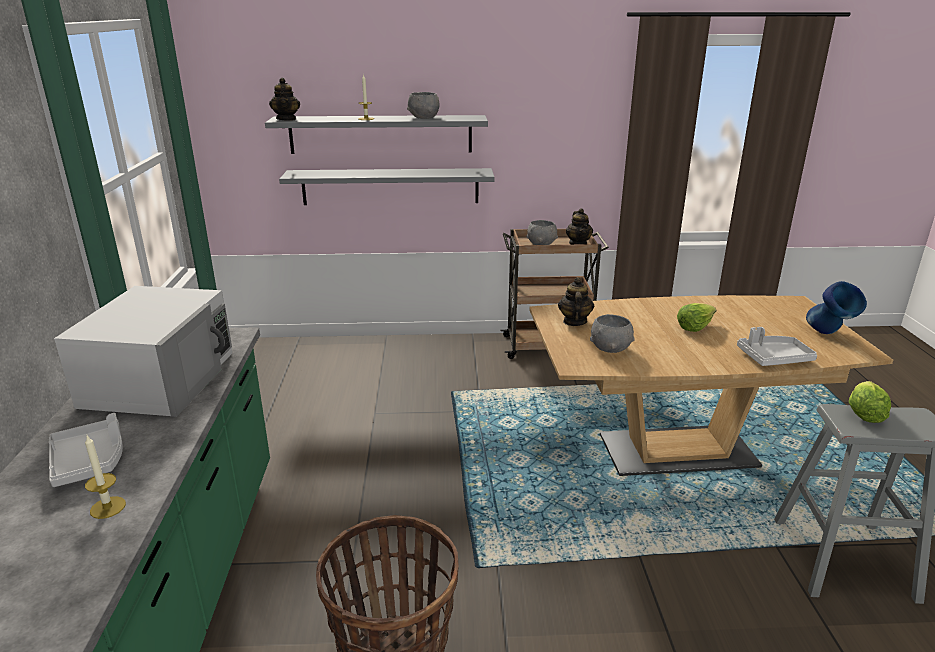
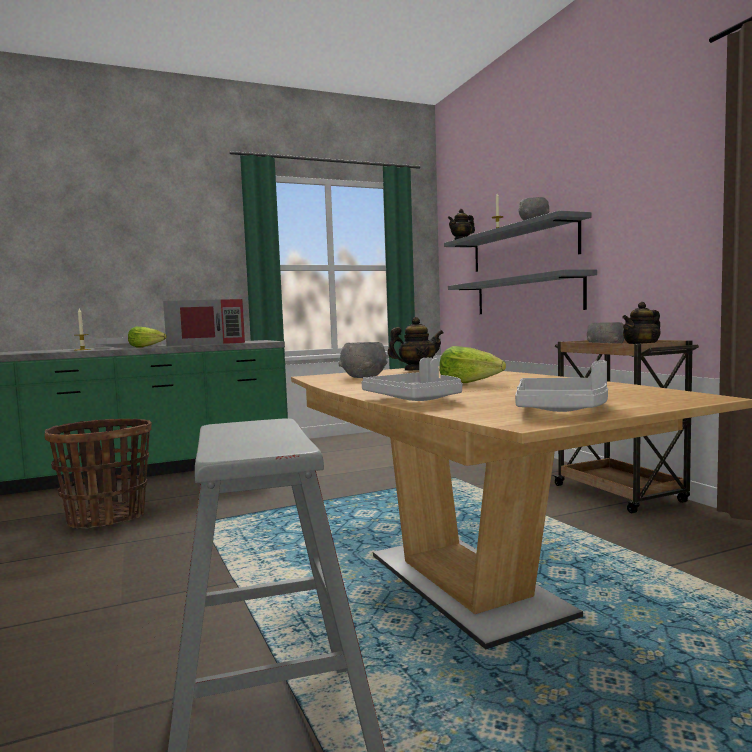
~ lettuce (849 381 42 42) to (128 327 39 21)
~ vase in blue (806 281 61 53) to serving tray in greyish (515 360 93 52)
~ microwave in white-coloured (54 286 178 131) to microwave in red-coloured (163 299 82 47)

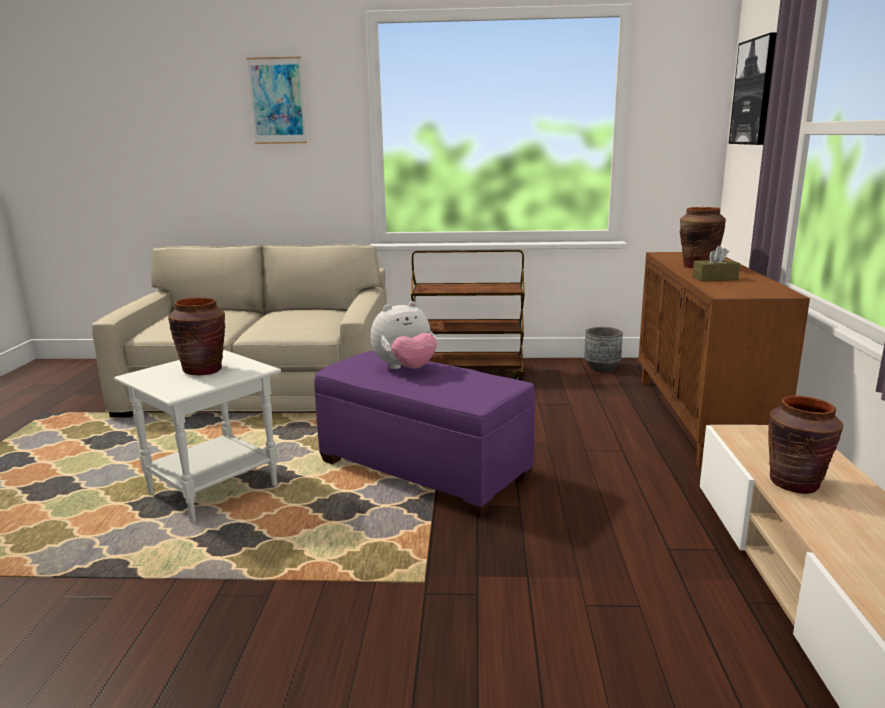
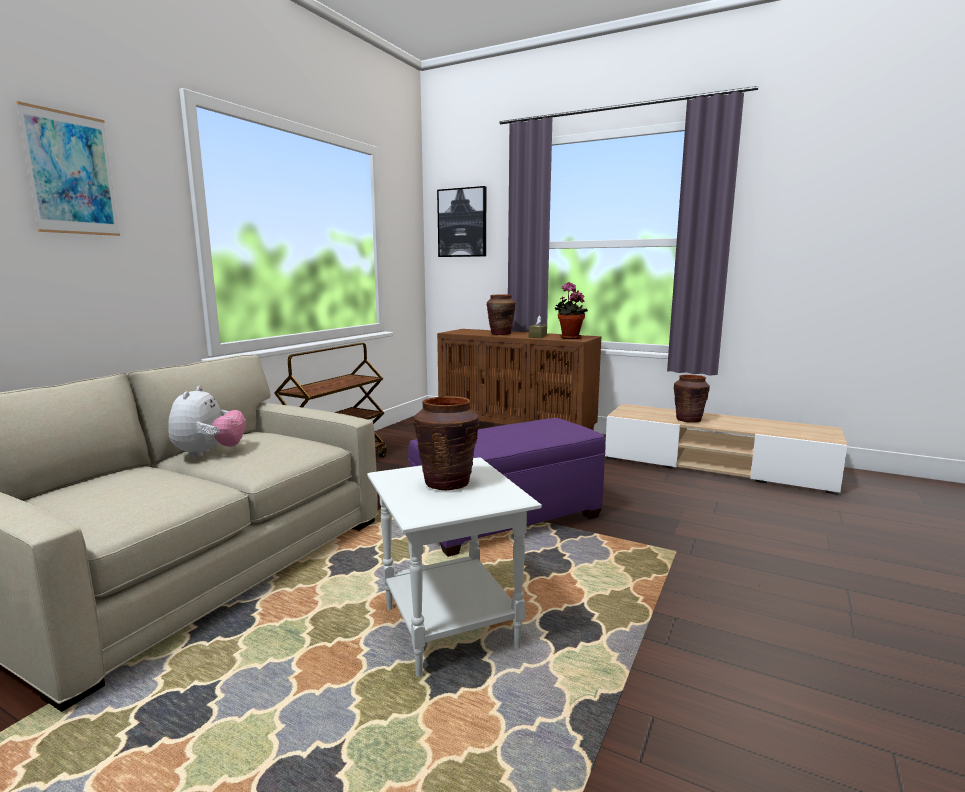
- planter in greyish (584 327 39 45)
+ houseplant (555 282 33 57)
~ soft toy (371 301 66 68) to (168 386 78 72)

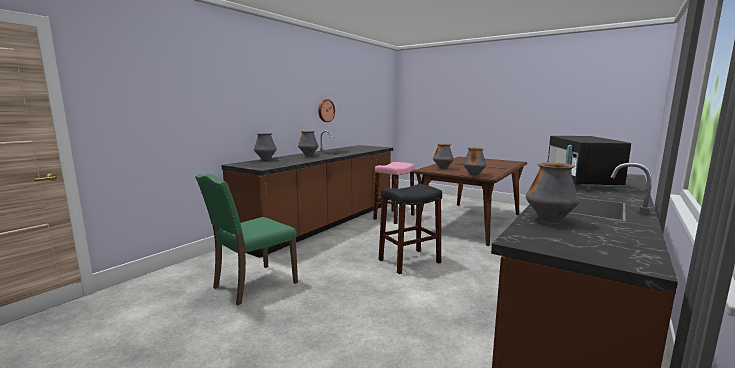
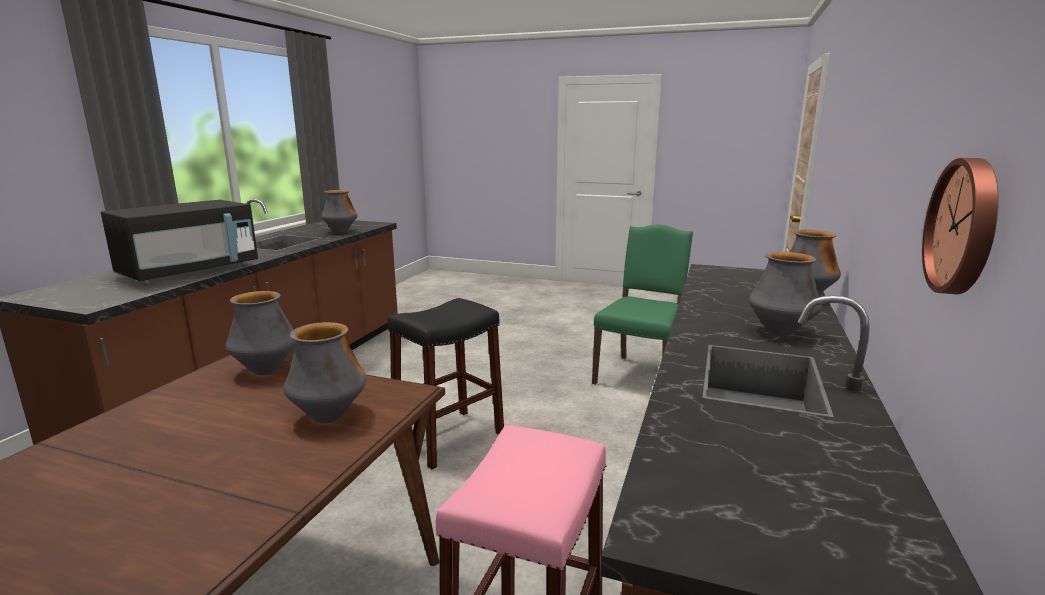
~ microwave in black (548 136 83 54) = (101 200 157 84) 45 degrees clockwise

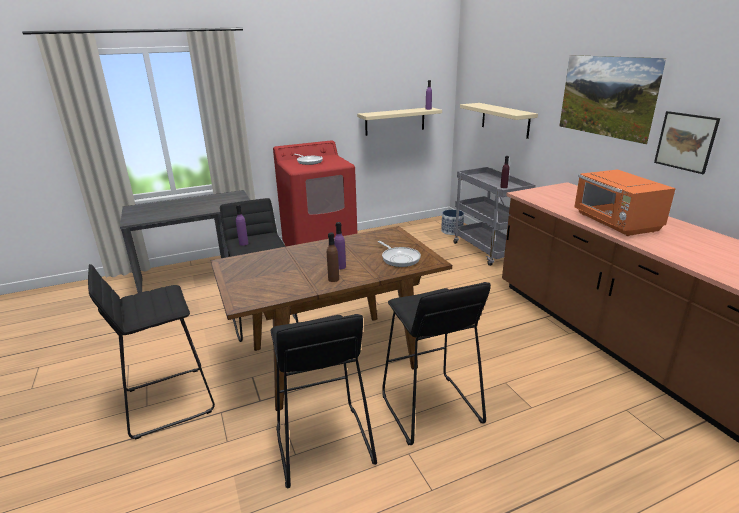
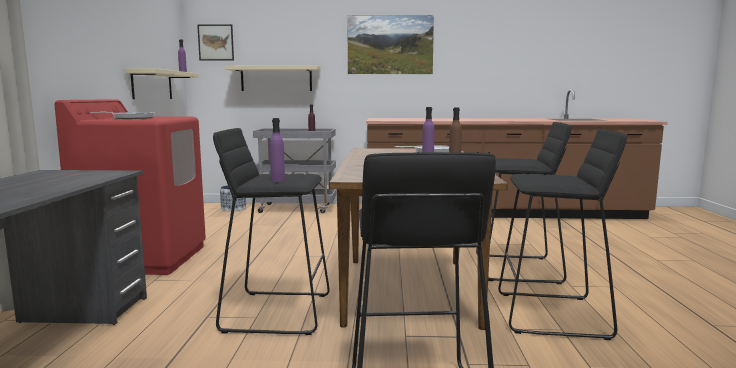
- microwave in orange-coloured (574 169 102 67)
~ picture (654 111 66 63) to (197 24 37 37)

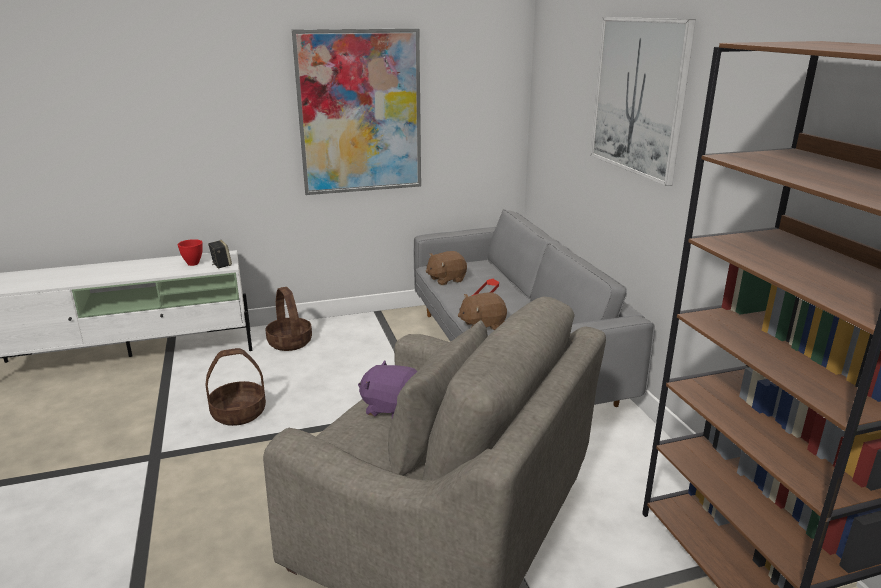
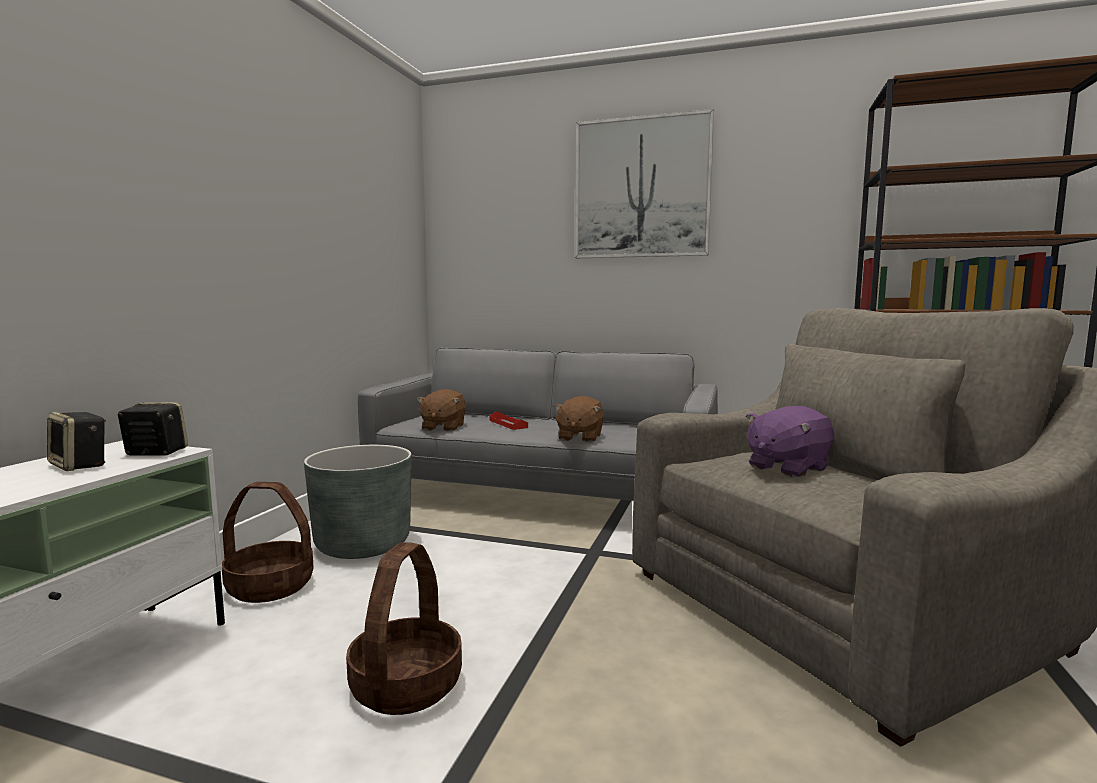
- picture (292 28 129 167)
+ planter in greyish (304 445 108 114)
~ serving bowl in red-coloured (178 239 25 27) to loudspeaker (47 412 59 59)

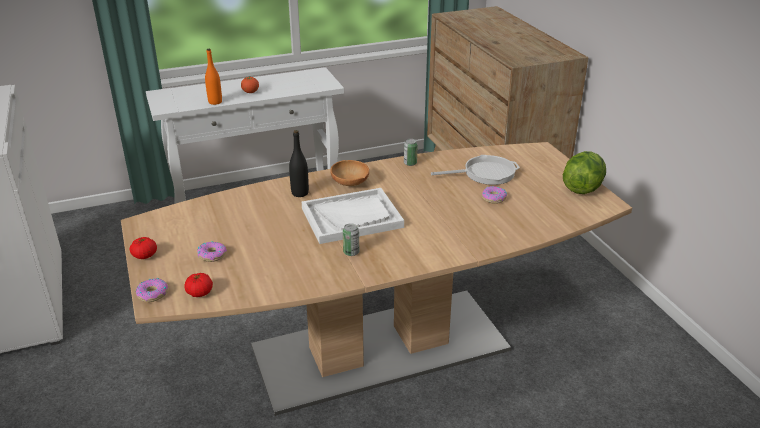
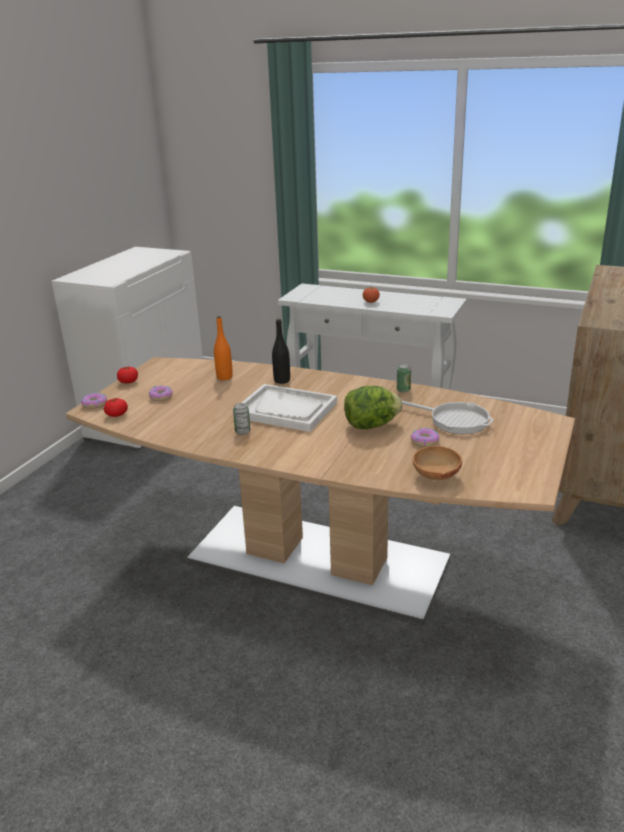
~ drink bottle in orange-coloured (205 49 17 56) to (214 316 19 64)
~ serving bowl in brown (330 160 39 26) to (413 446 49 34)
~ lettuce (563 151 43 43) to (344 386 59 43)

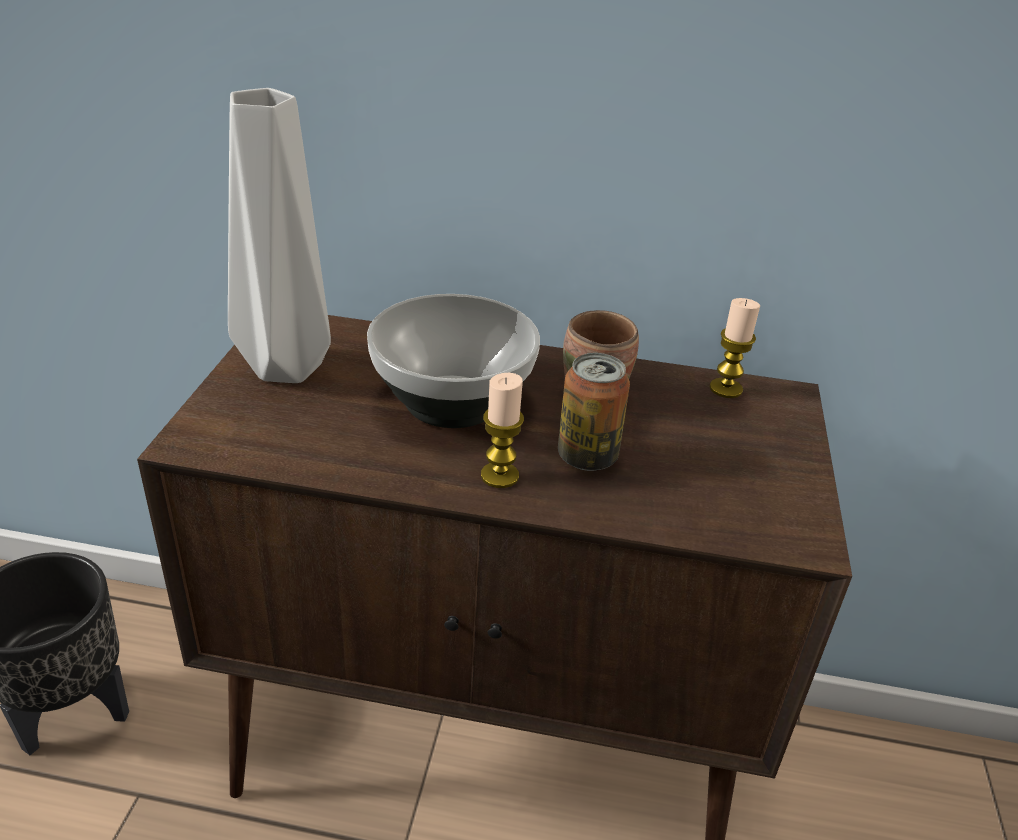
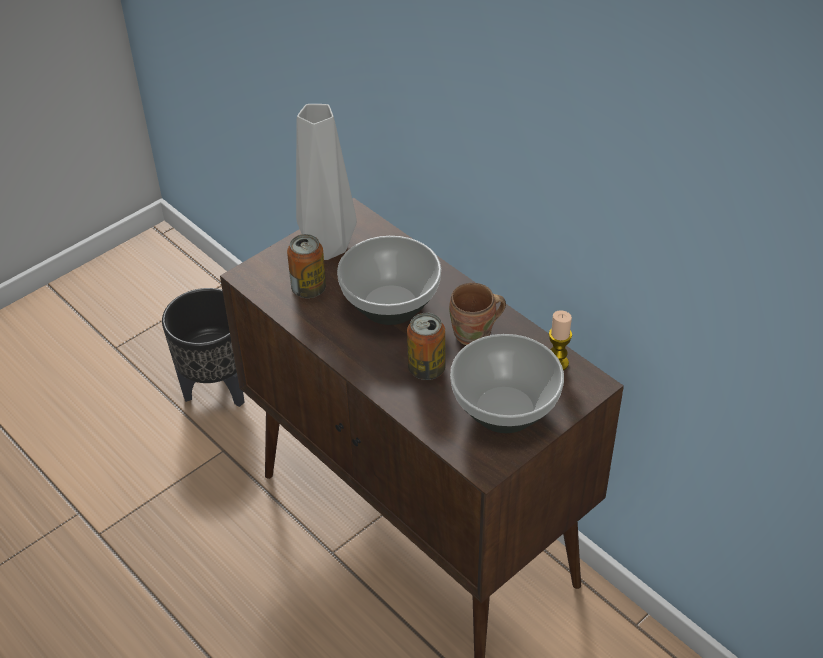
- wax light (481 373 43 115)
+ metal can (287 234 39 64)
+ serving bowl (450 334 114 99)

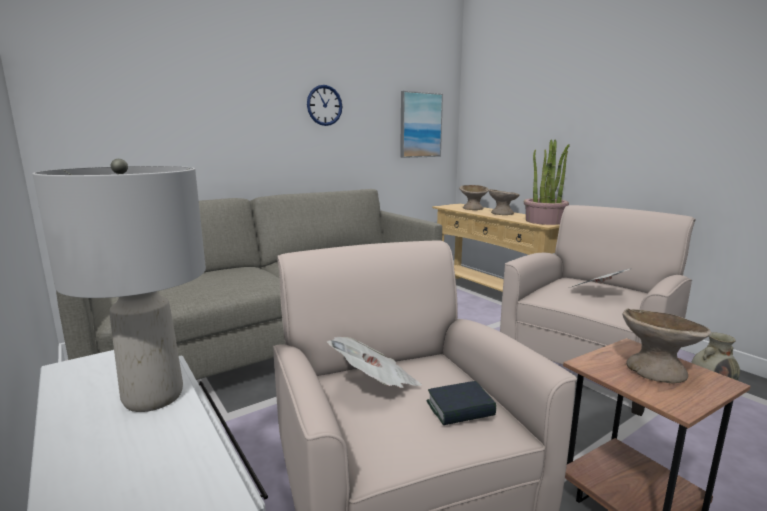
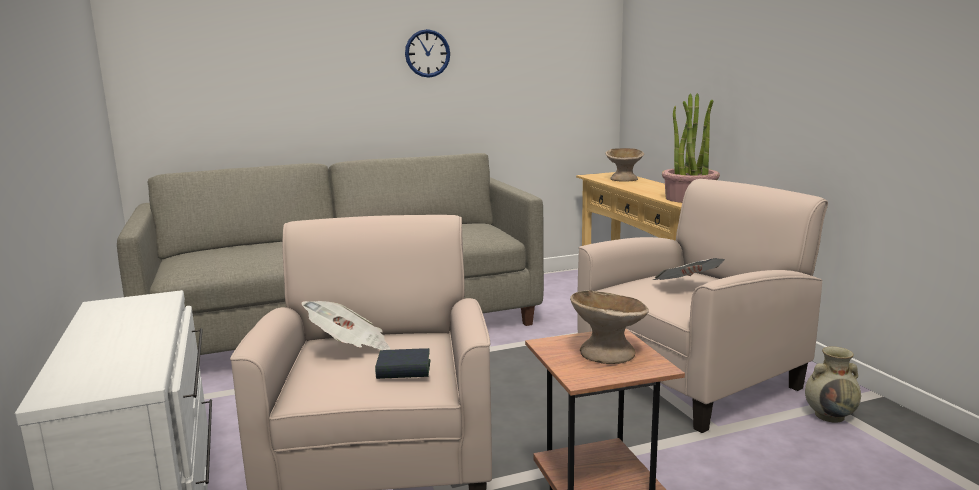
- lamp for a table in greyish (32 159 174 253)
- picture (400 91 43 67)
- serving bowl in beige (488 189 32 26)

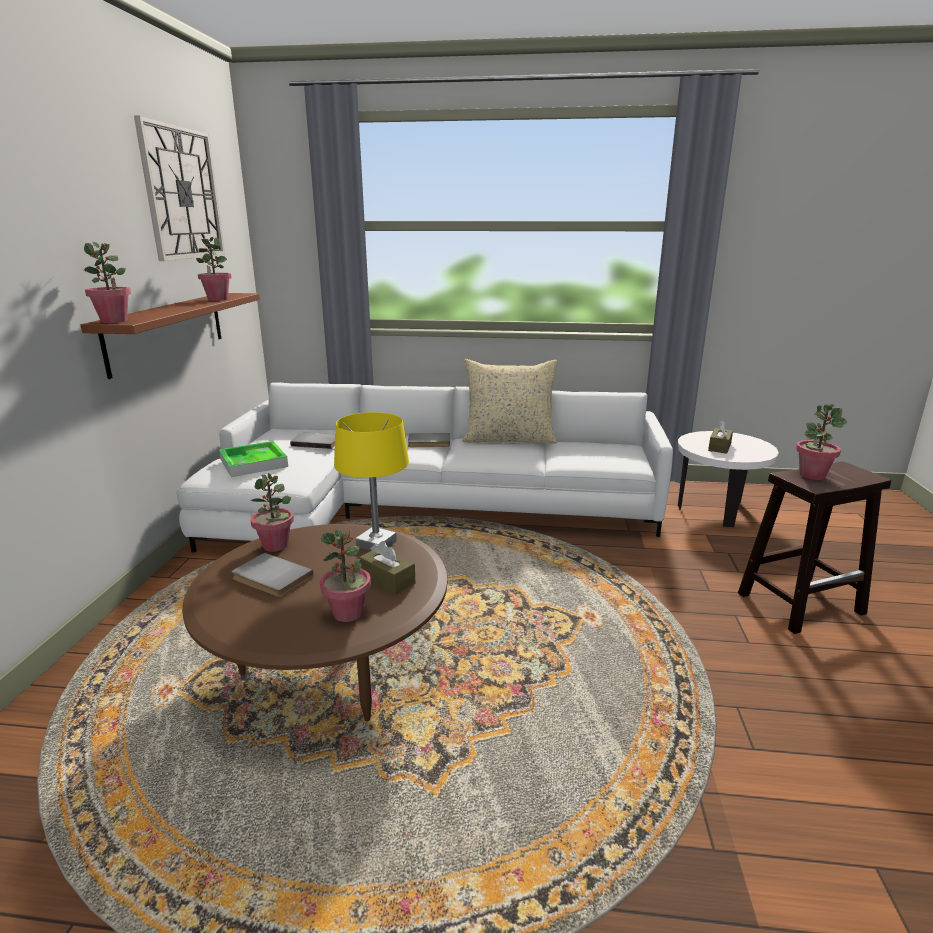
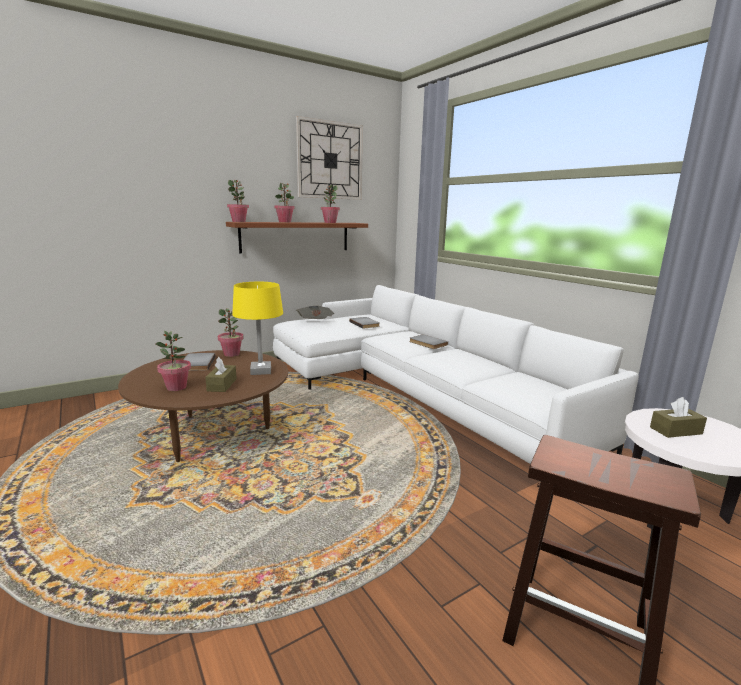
- cushion in beige (462 359 96 84)
~ houseplant (796 404 51 76) to (274 183 21 39)
~ serving tray (219 441 69 36) to newspaper (296 306 38 13)

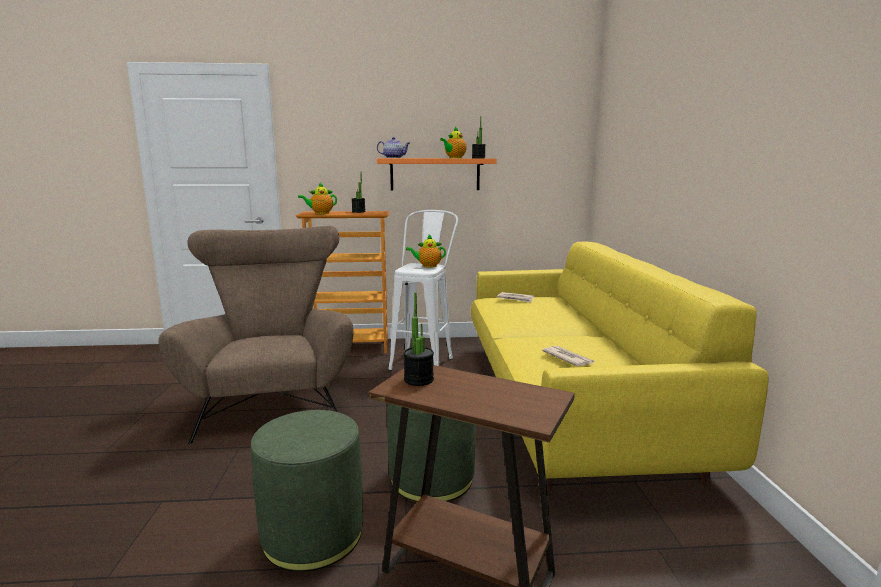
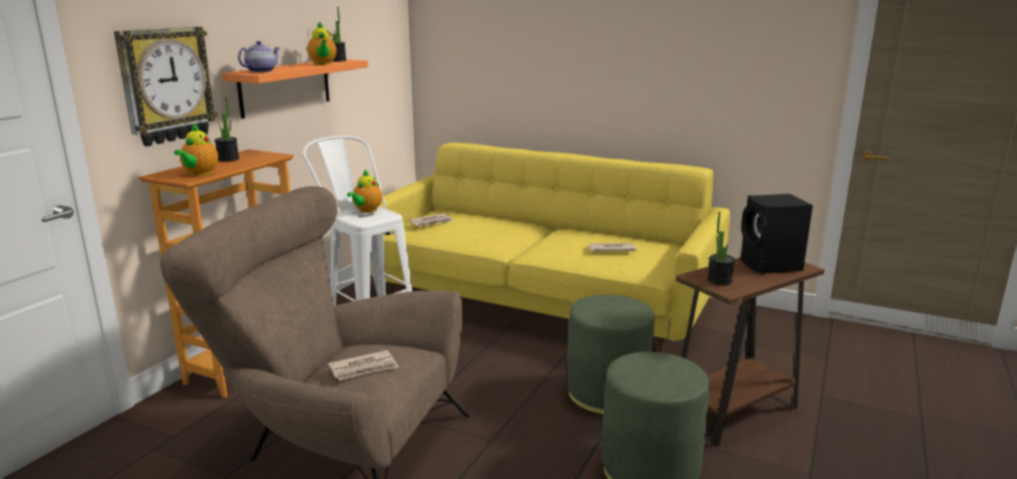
+ hanging clock (114 27 104 120)
+ newspaper (328 350 71 30)
+ loudspeaker in black (741 194 72 80)

